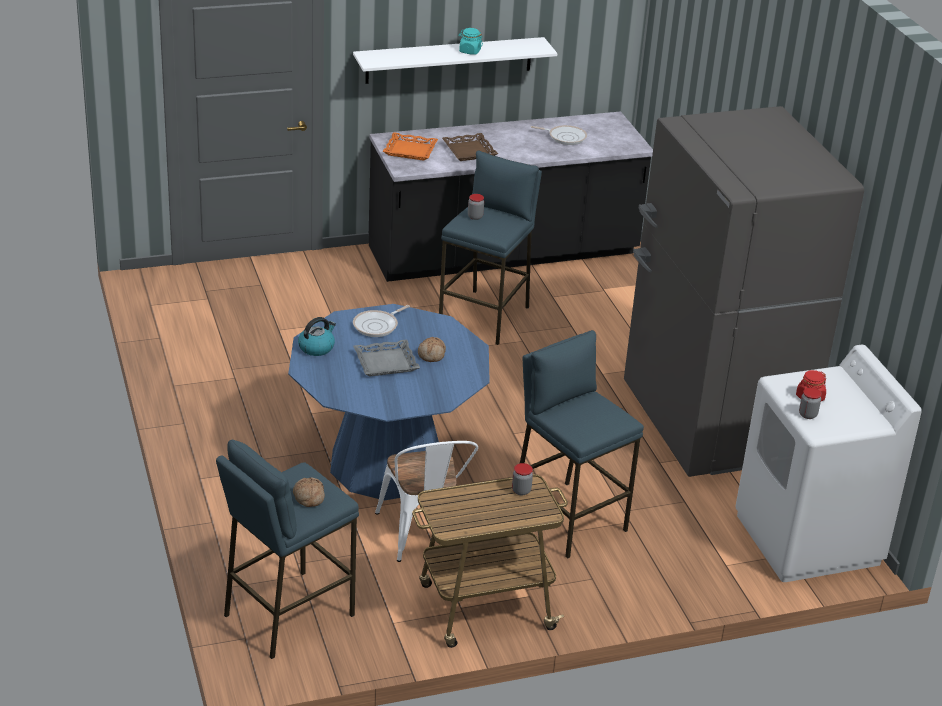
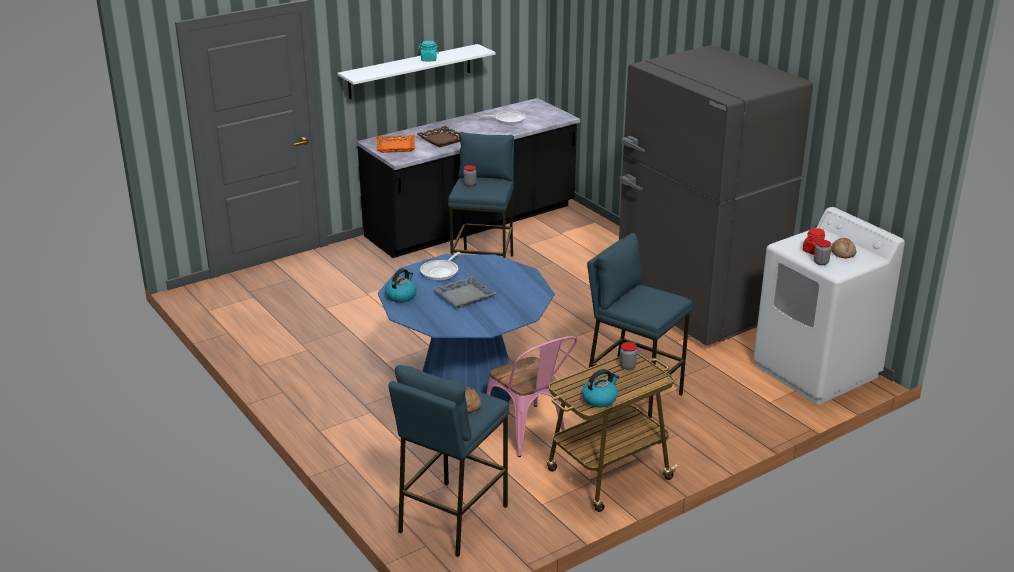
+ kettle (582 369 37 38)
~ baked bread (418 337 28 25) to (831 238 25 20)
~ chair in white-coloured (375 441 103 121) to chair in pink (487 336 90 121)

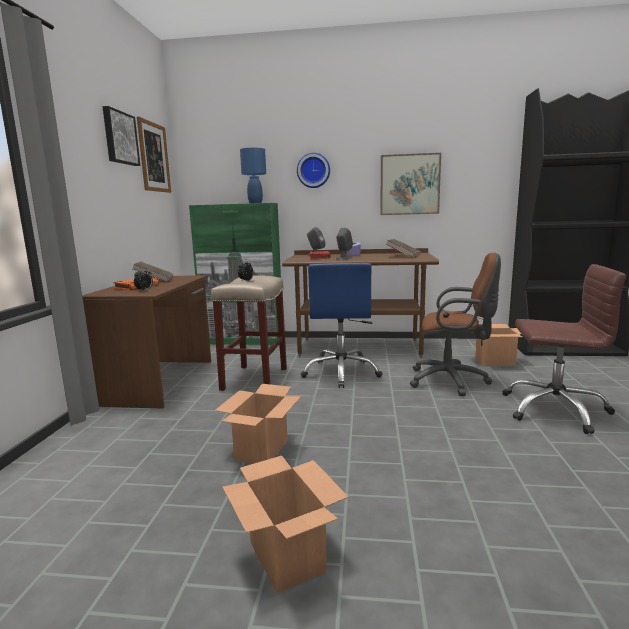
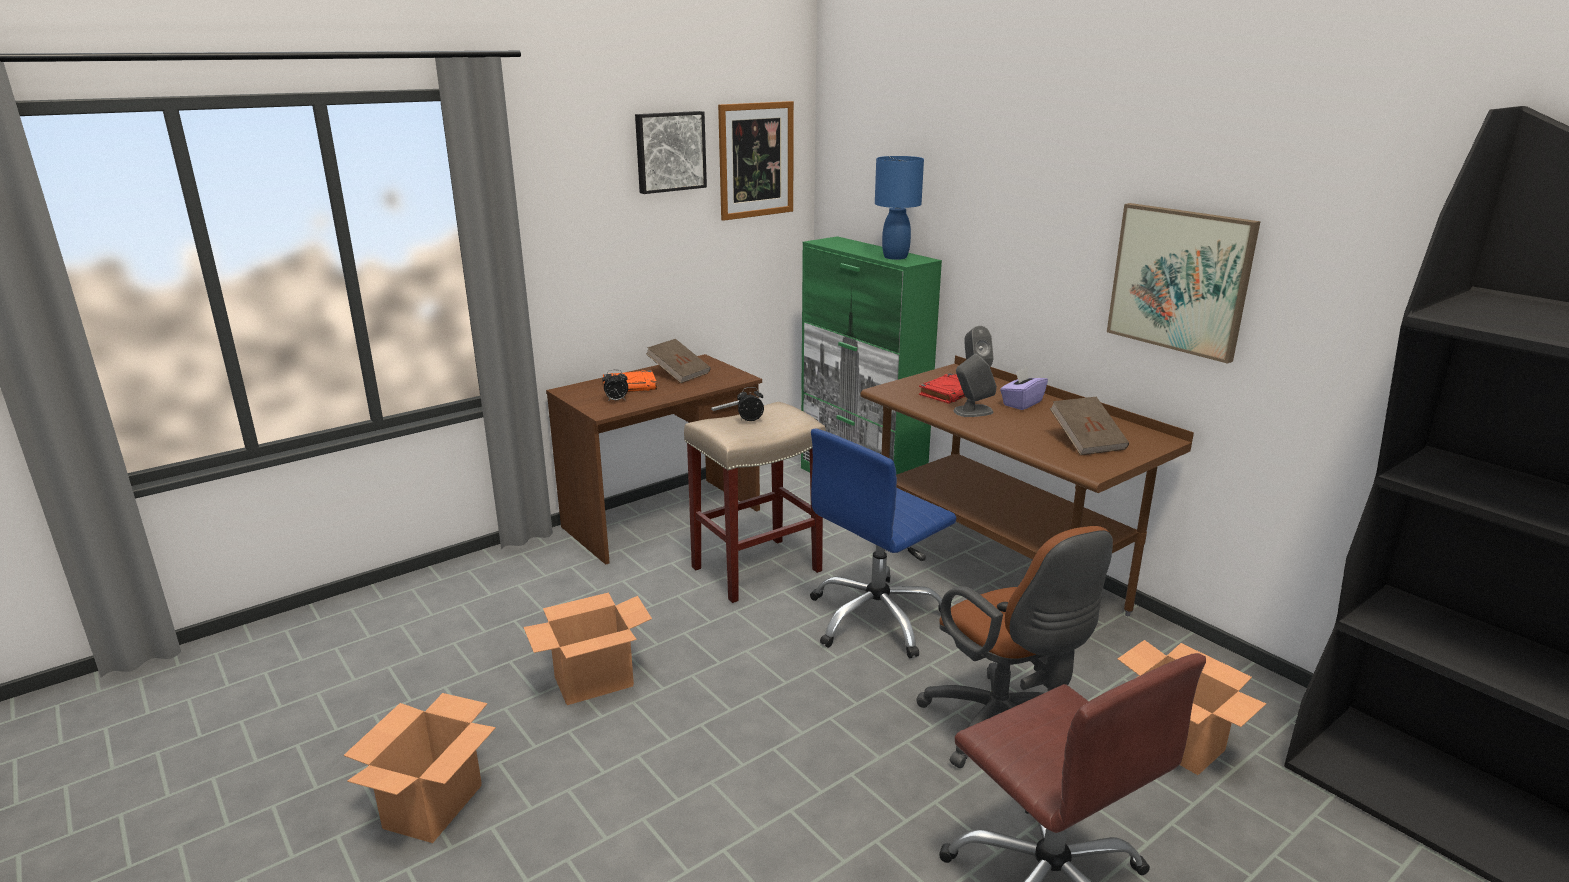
- hanging clock (297 153 33 35)

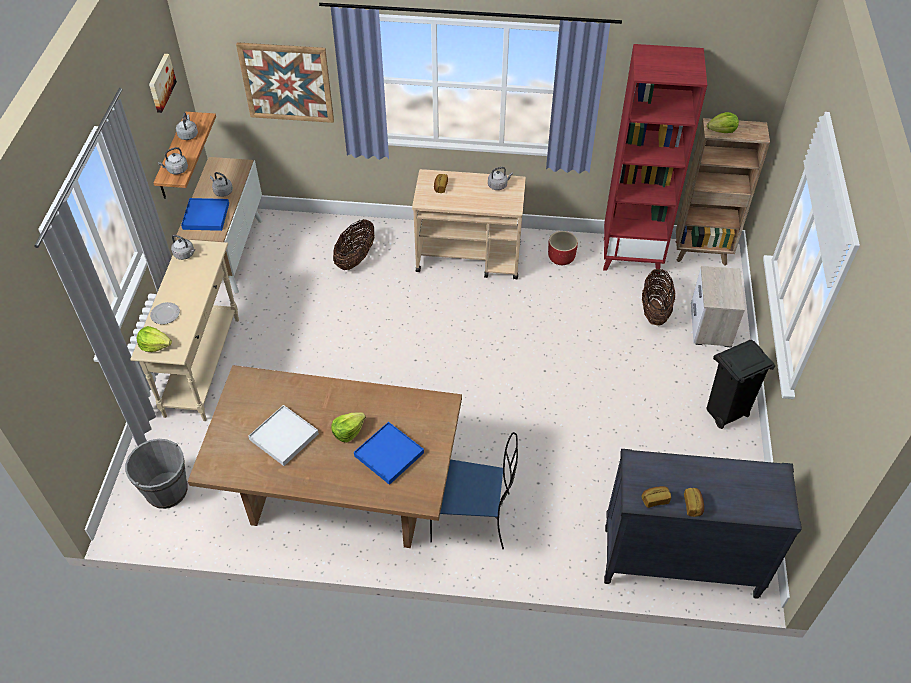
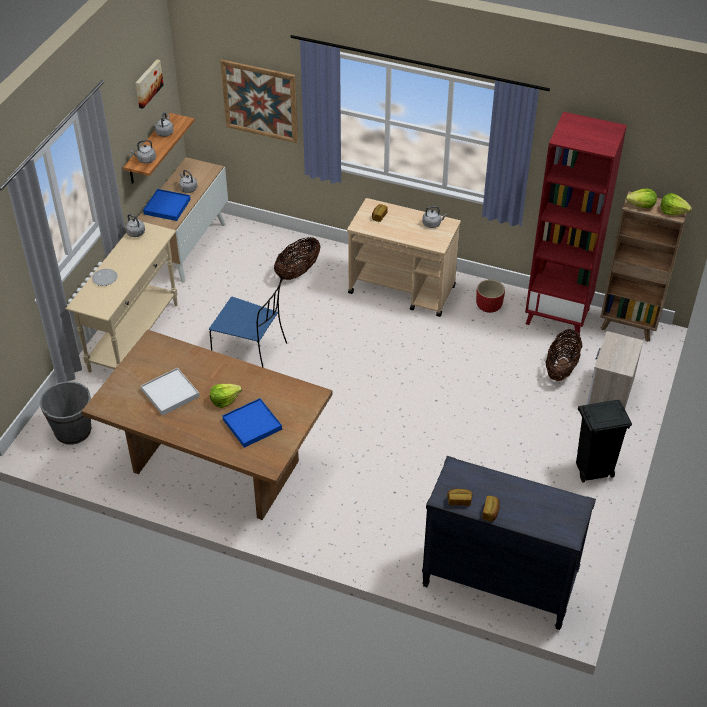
~ lettuce (137 326 35 26) to (660 193 32 22)
~ chair in blue (430 432 88 117) to (209 276 78 92)

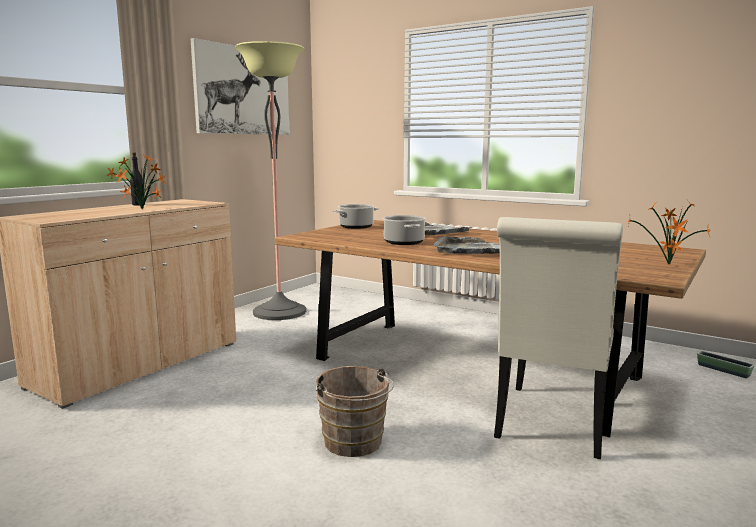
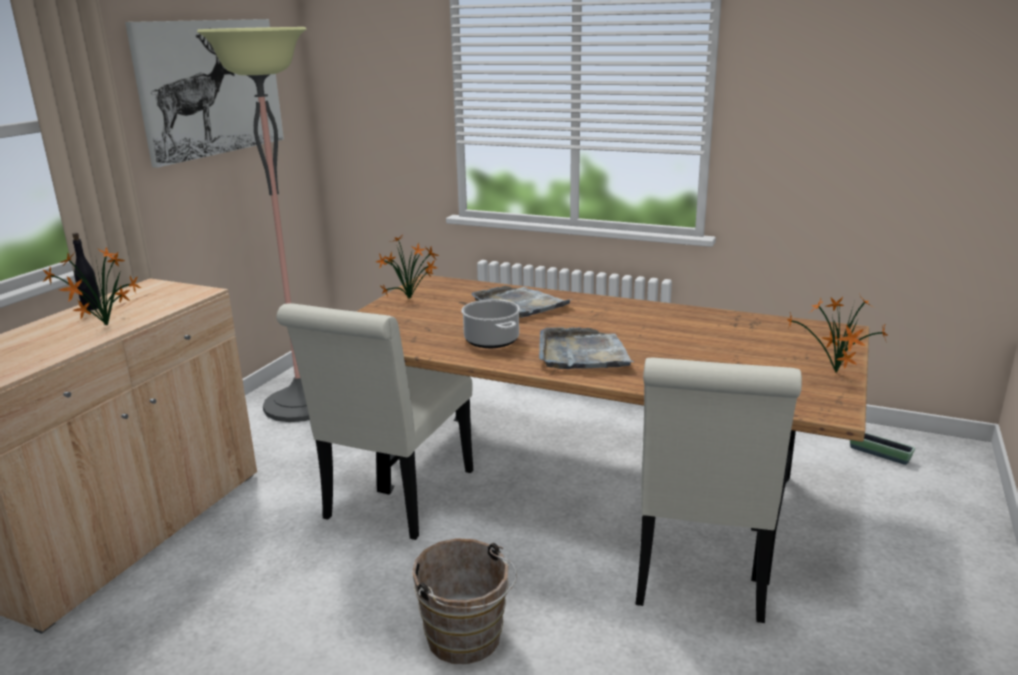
+ chair in white-coloured (277 303 196 237)
~ saucepot (333 204 46 25) to houseplant (376 235 63 64)

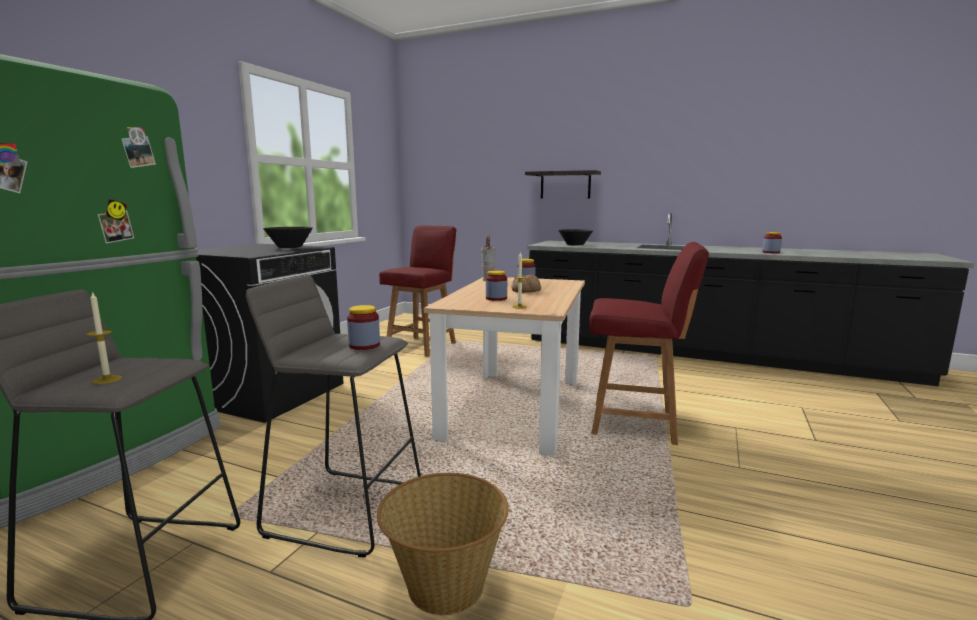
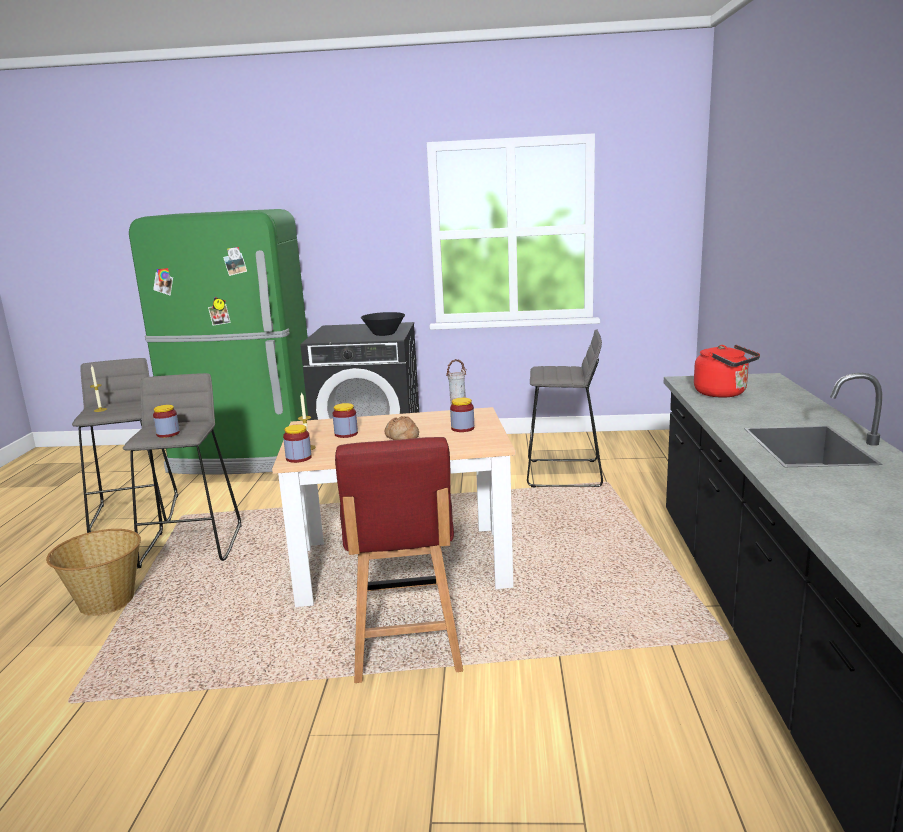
- wall shelf (525 170 76 28)
~ jar (762 232 20 21) to (283 424 29 39)
~ chair in red-coloured (379 225 77 132) to stool in greyish (527 330 76 157)
~ serving bowl in black (558 229 35 16) to kettle in red-coloured (694 344 66 54)

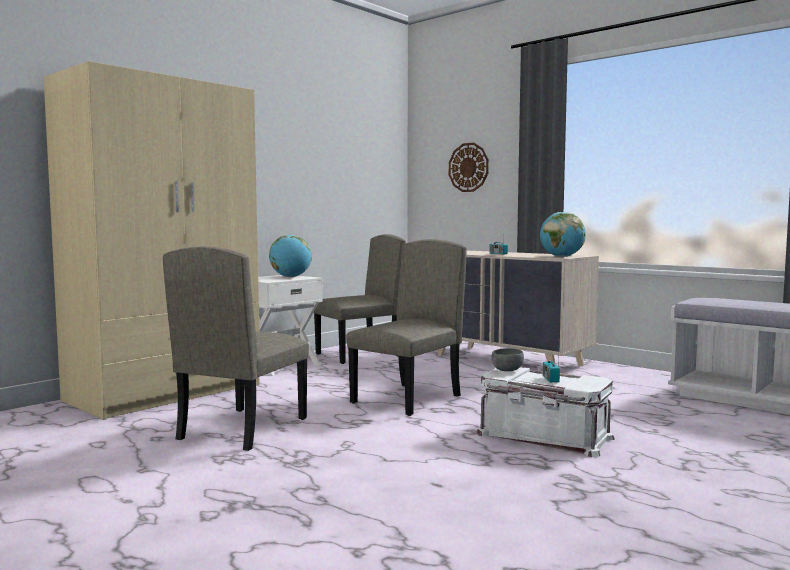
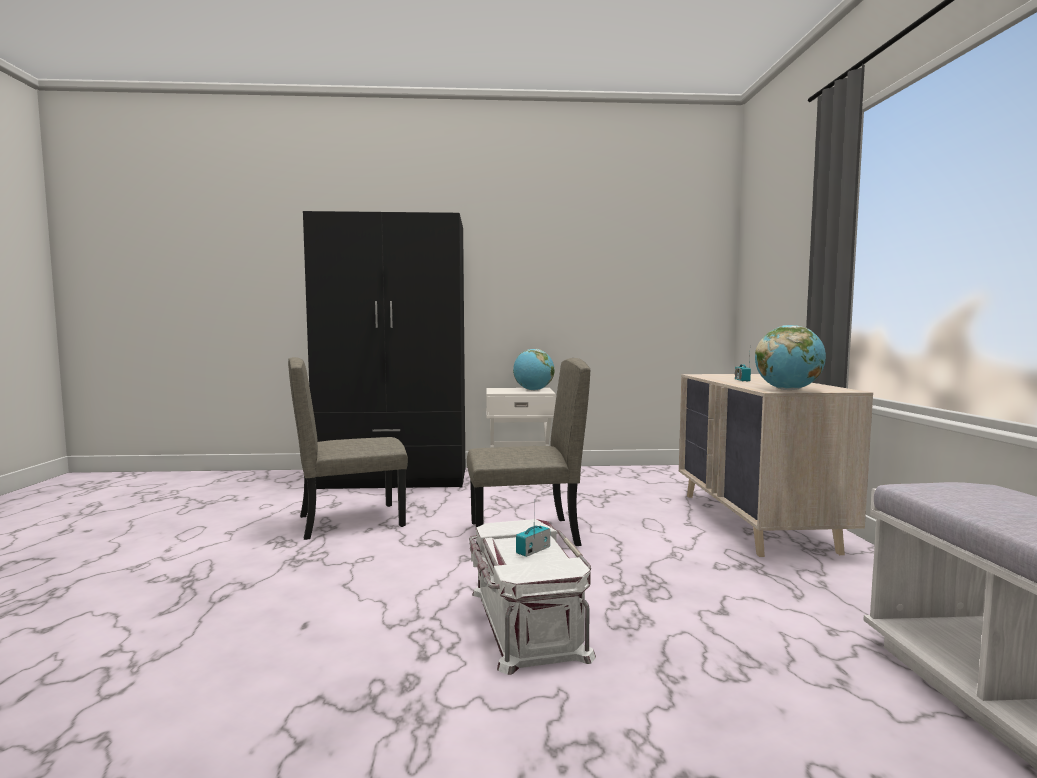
- chair in beige (314 234 92 130)
- hanging clock (449 143 40 49)
- serving bowl in greyish (491 348 33 23)
~ wardrobe in beige (44 61 216 359) to wardrobe in black (303 211 162 278)

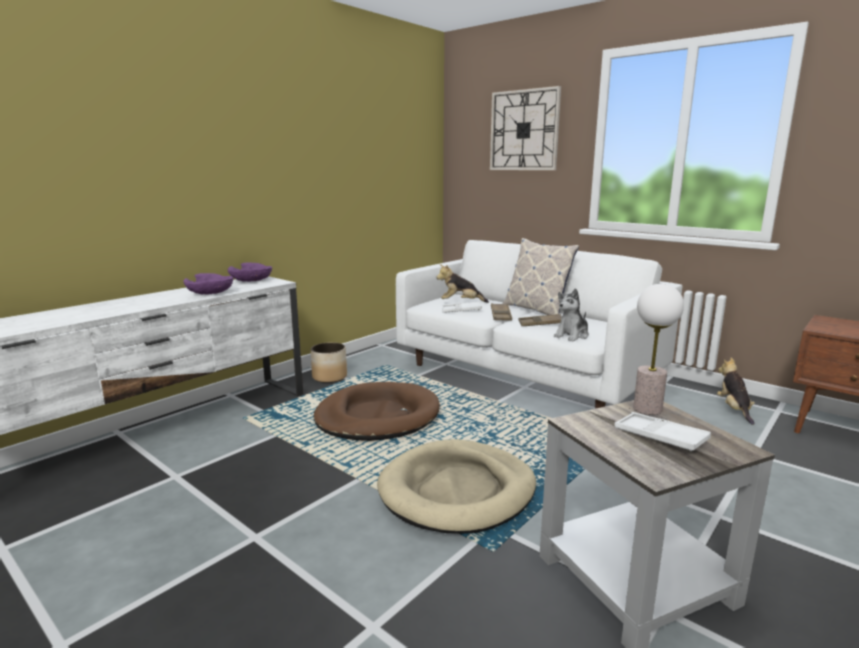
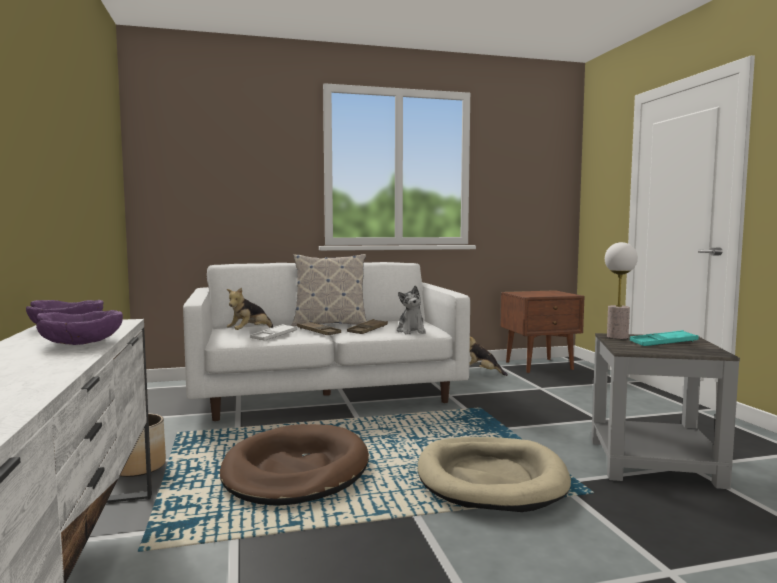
- hanging clock (490 86 71 84)
~ serving tray in white-coloured (614 412 97 39) to serving tray in blue-green (630 330 69 16)

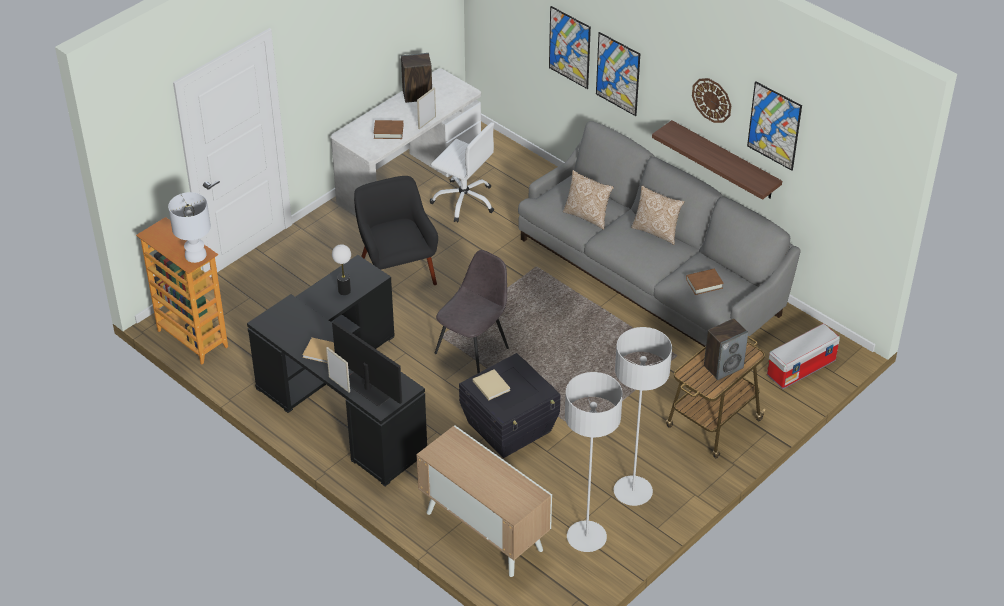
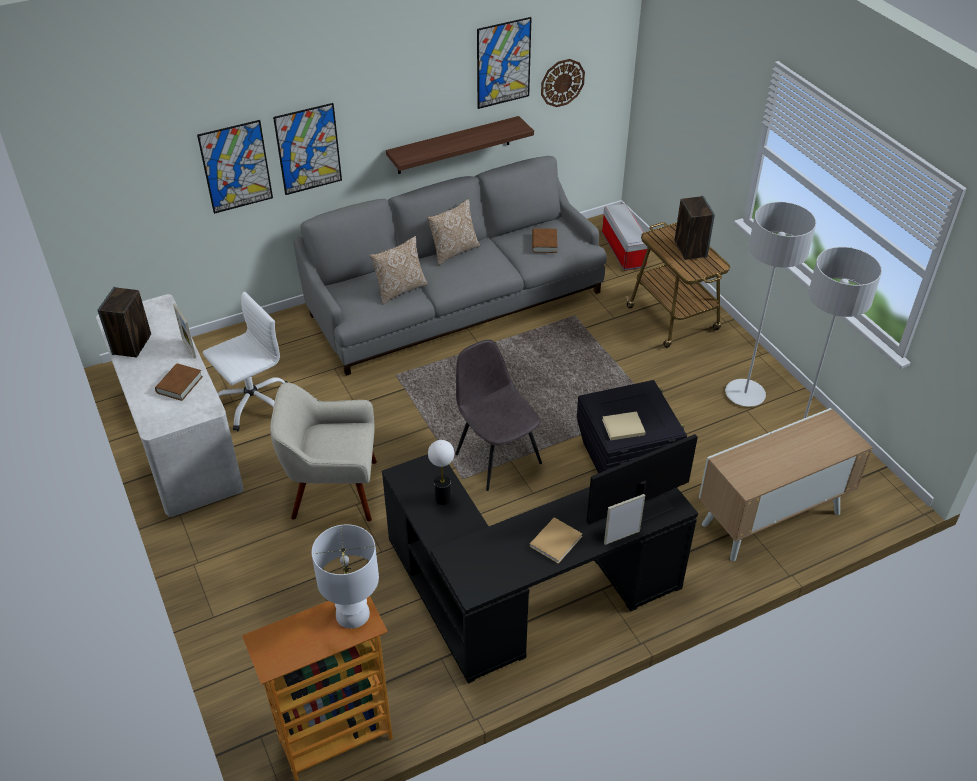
~ hanging clock (692 78 39 45) to (541 59 44 48)
~ armchair in black (354 176 84 109) to armchair in beige (270 382 107 139)

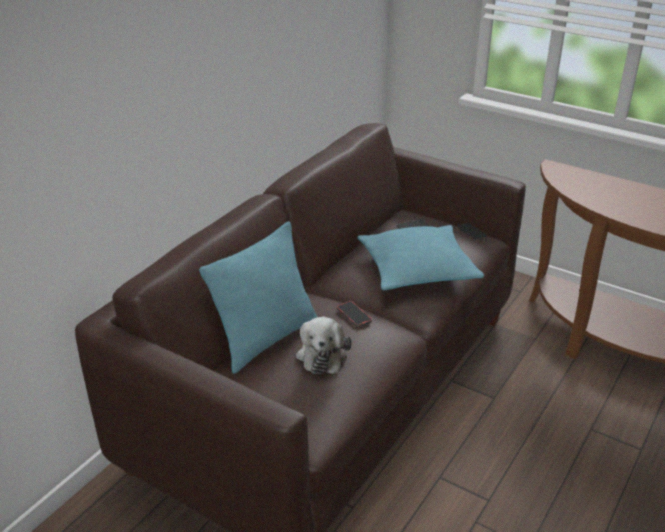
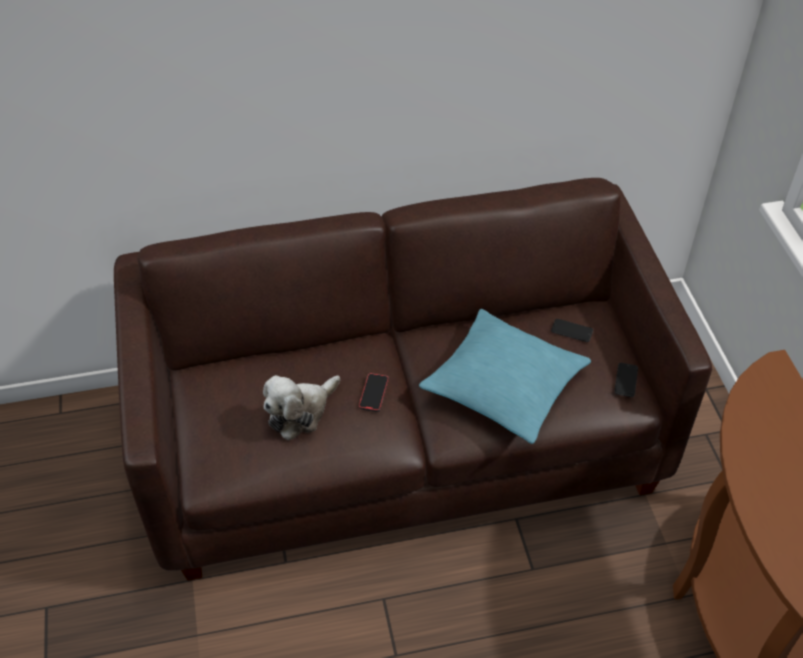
- cushion in blue-green (199 221 118 153)

